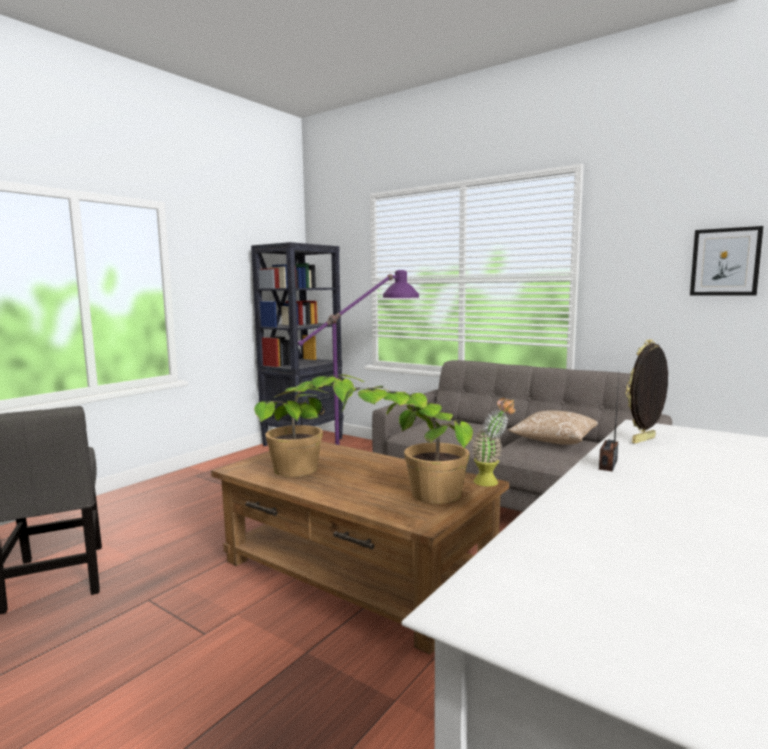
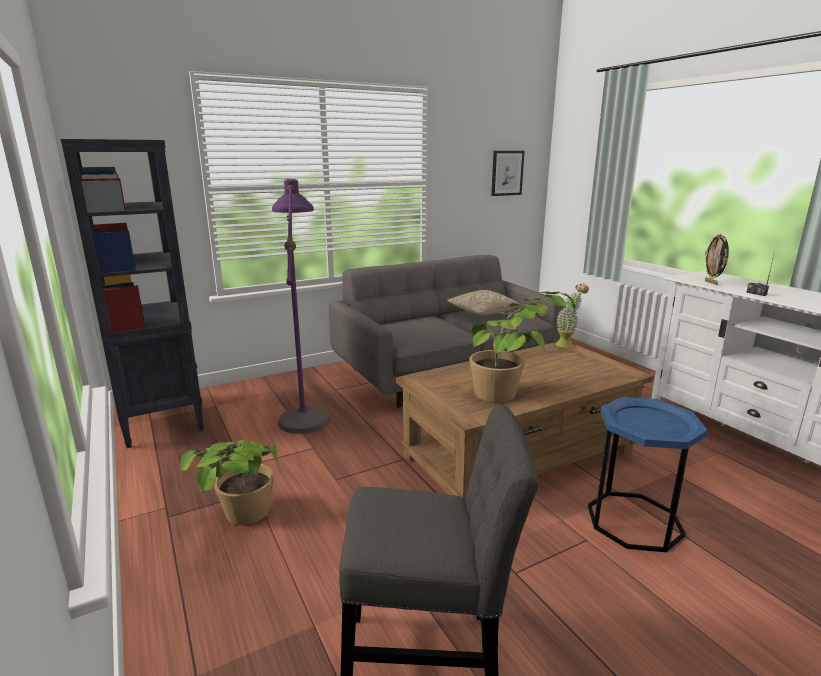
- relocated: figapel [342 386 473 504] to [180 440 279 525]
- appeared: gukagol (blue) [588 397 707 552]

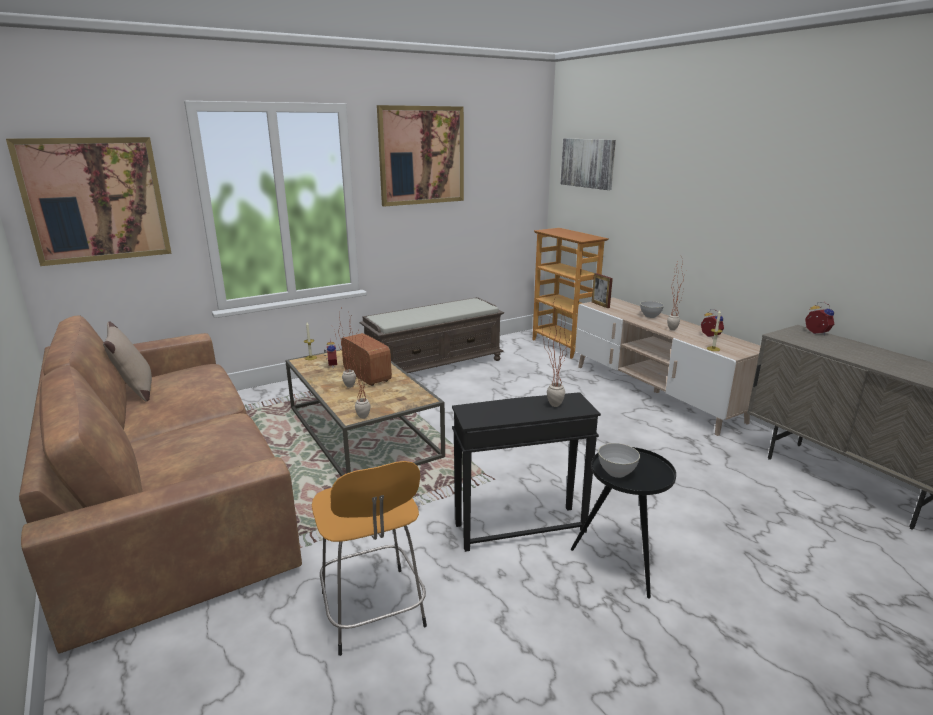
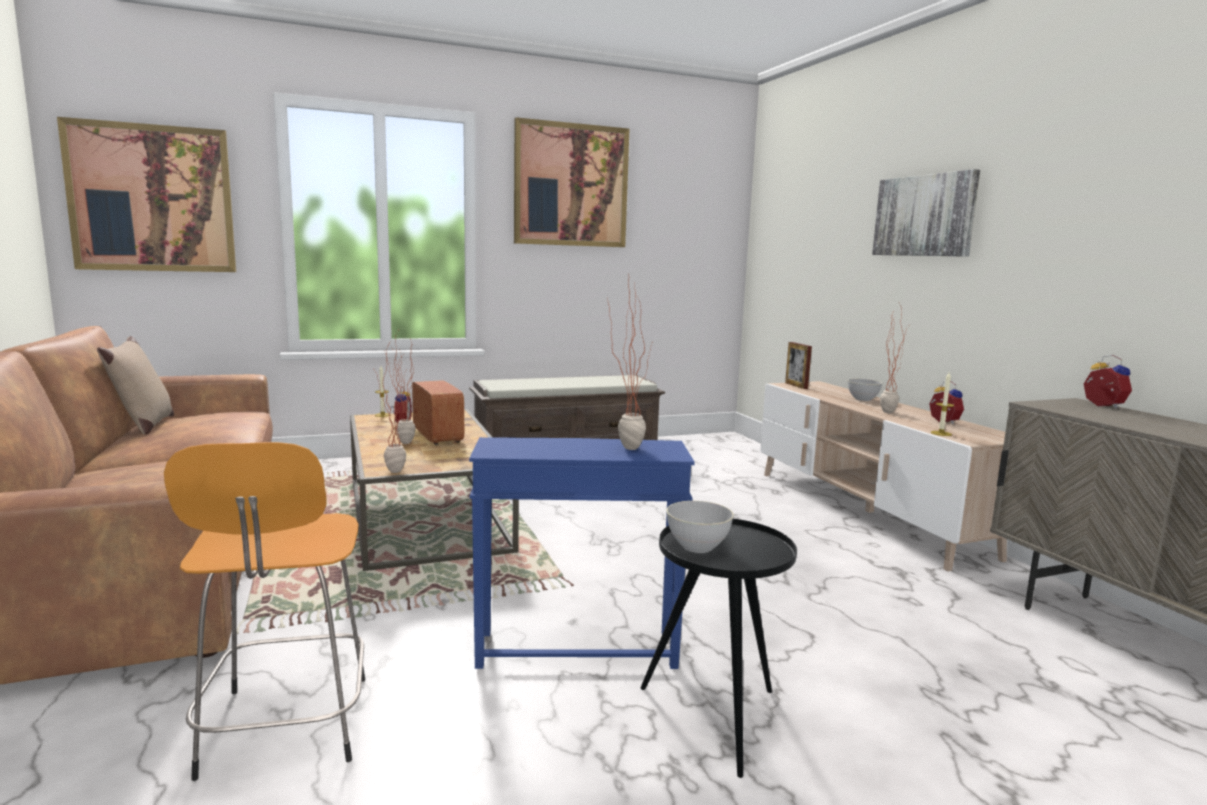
- colour: gukagol (black) [452 392 601 552] to gukagol (blue) [469 437 695 669]
- missing: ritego [533 228 609 359]
- relocated: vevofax [561 138 616 190] to [872 169 980 257]

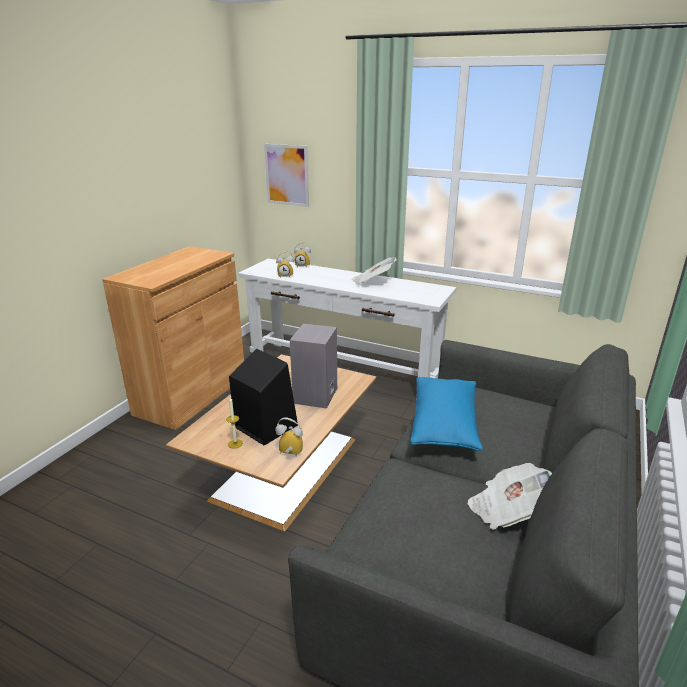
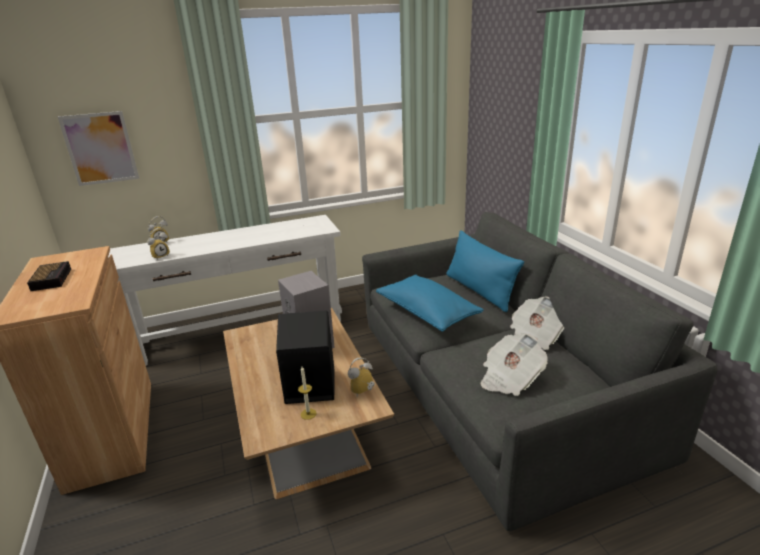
- relocated: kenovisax [352 257 397 285] to [480 334 548 396]
- appeared: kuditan [27 261 71 291]
- appeared: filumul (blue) [446 230 524 312]

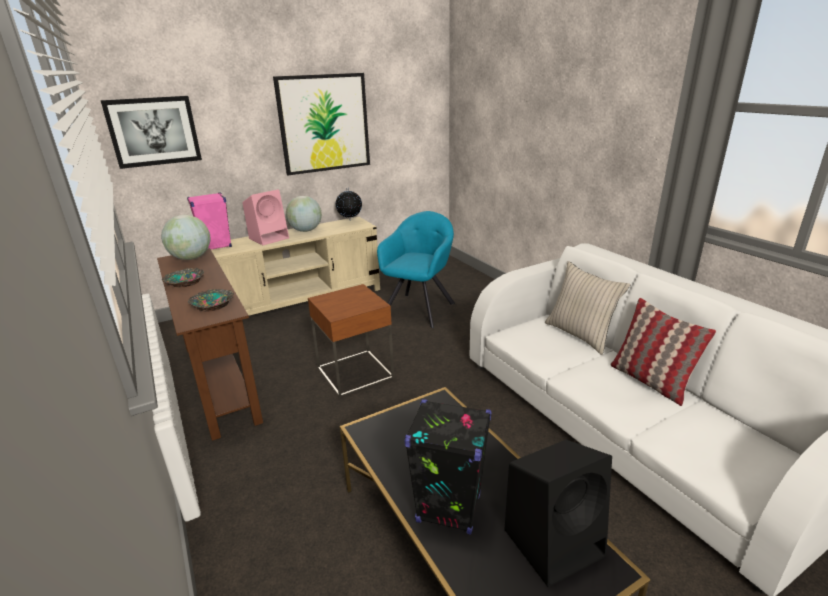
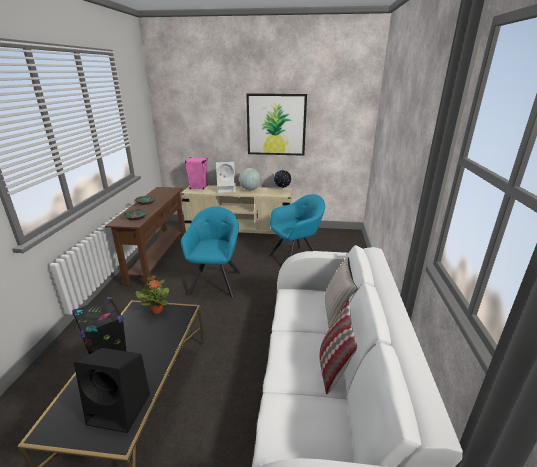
- missing: vevofax [101 96 202 169]
- missing: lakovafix [161 215 211 260]
- colour: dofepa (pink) [242 189 289 245] to dofepa (white) [216 162 236 193]
- exchanged: gukagol (brown) [308 284 394 397] to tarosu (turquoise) [181 206 241 298]
- appeared: figapel [136 275 169 314]

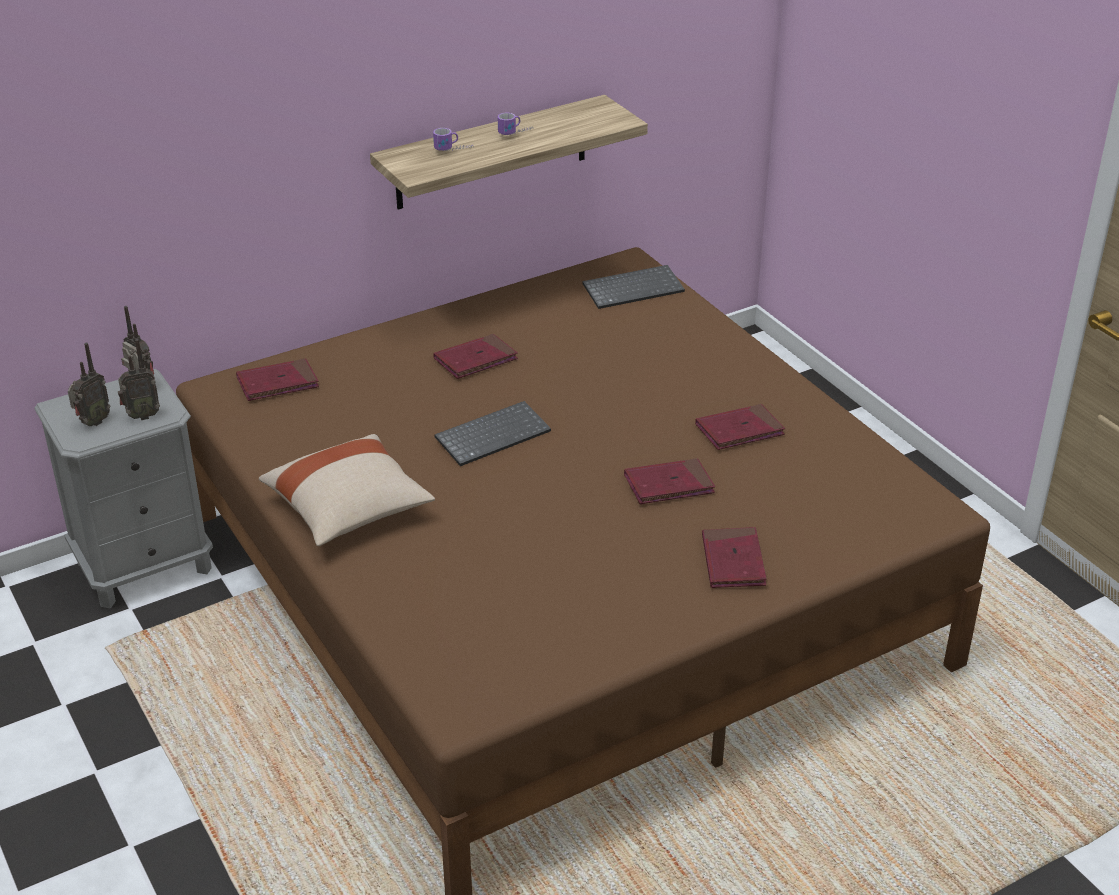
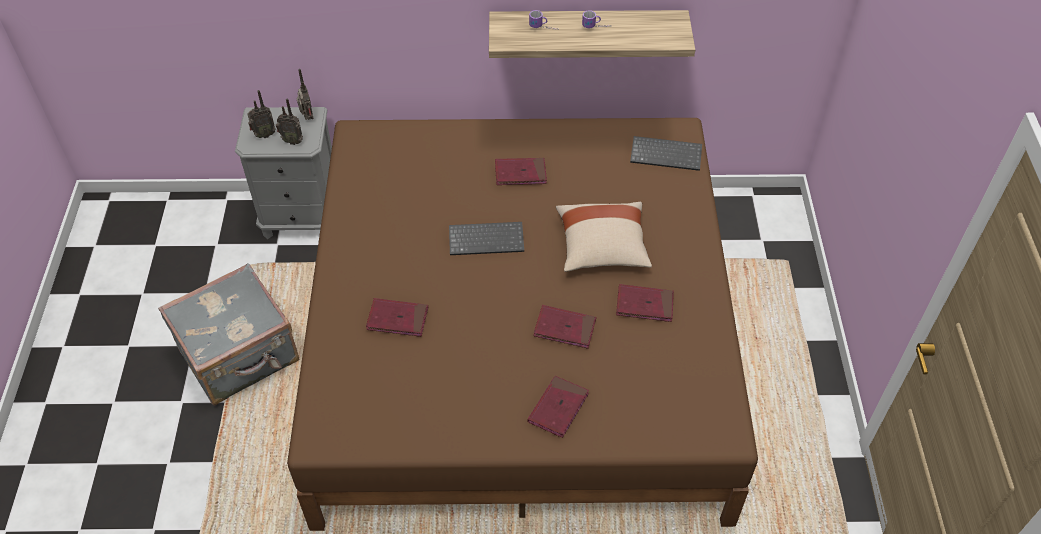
- relocated: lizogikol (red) [236 358 319 401] to [366 298 428 337]
- relocated: filumul (beige) [259 434 435 546] to [556 202 652 272]
- appeared: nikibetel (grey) [158 263 299 406]

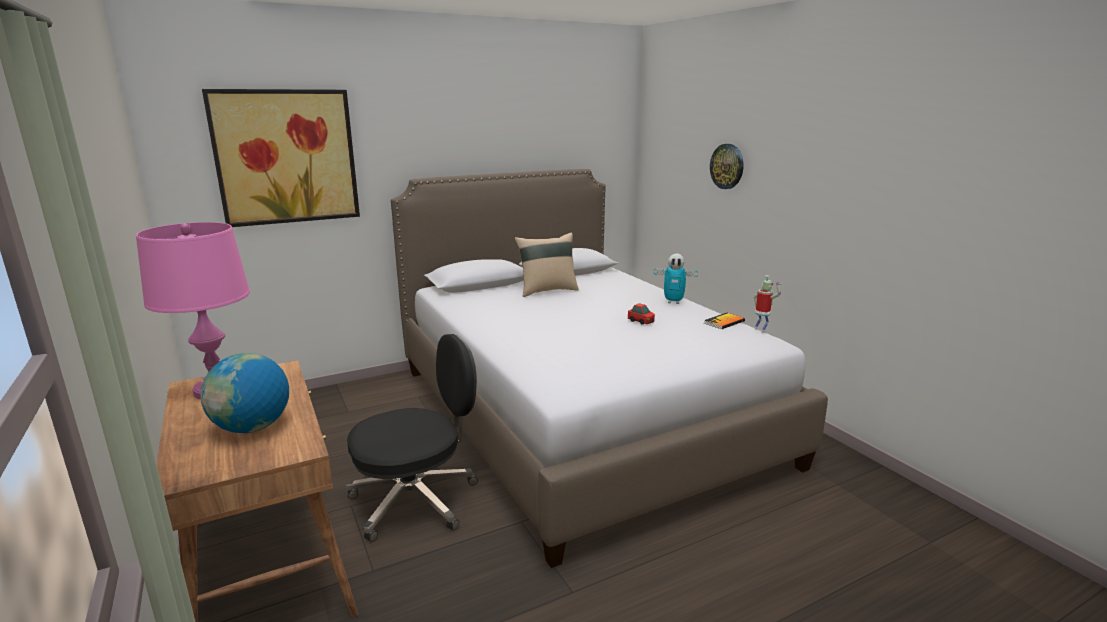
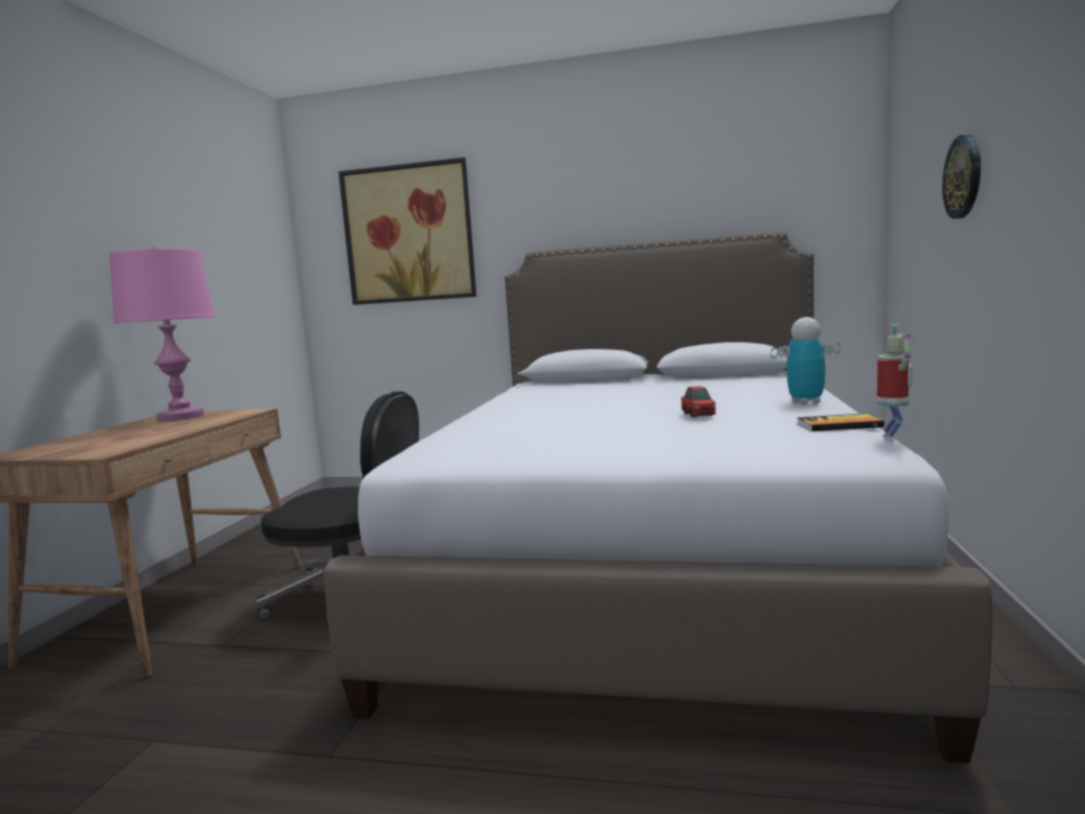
- missing: lakovafix [200 353 289 433]
- missing: filumul (beige) [515 232 579 297]
- spun: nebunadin [654 253 698 304] = [771 317 840 404] 120 degrees clockwise

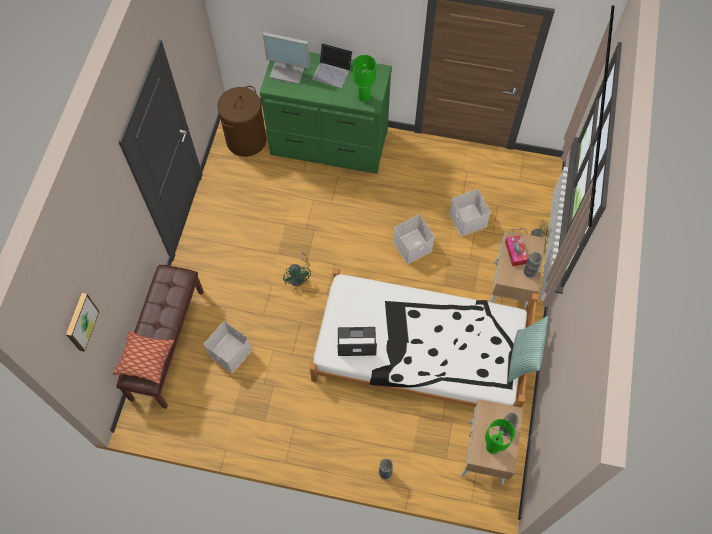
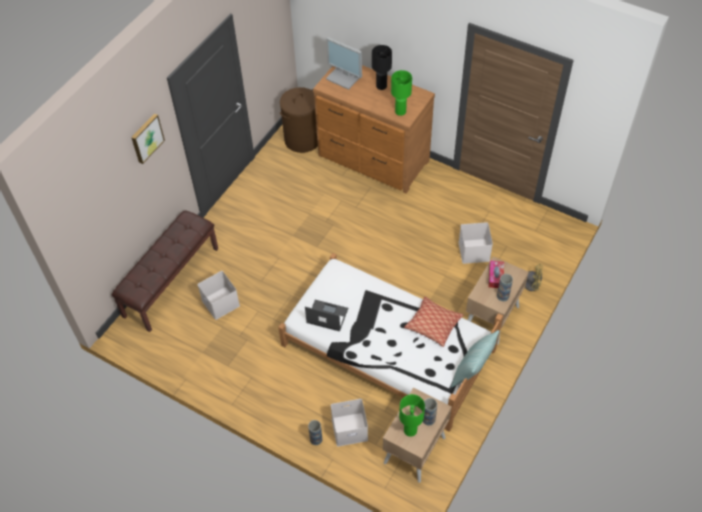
- relocated: vevofax [66 293 100 352] to [131 113 165 164]
- relocated: filumul [113 331 174 384] to [404 297 463 347]
- colour: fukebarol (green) [260 52 392 174] to fukebarol (brown) [313 65 435 193]
- missing: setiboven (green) [283 253 311 286]
- exchanged: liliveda [312 43 353 88] to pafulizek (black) [372 45 392 90]
- relocated: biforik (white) [393 215 435 264] to [331 399 368 446]

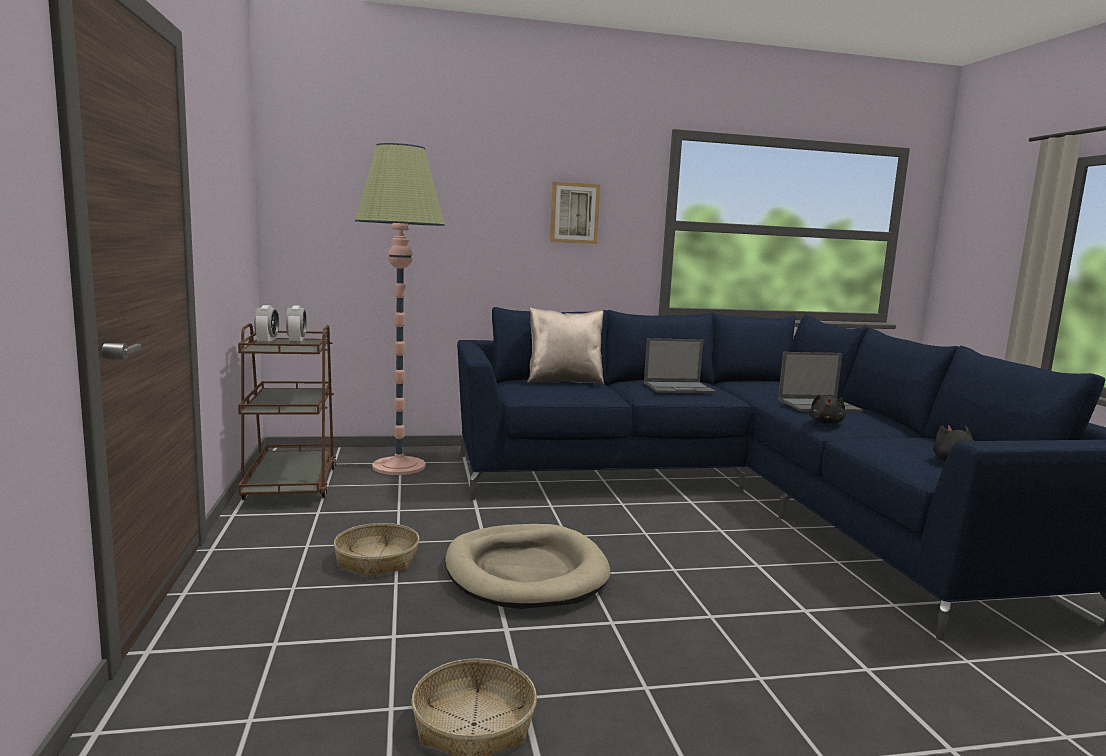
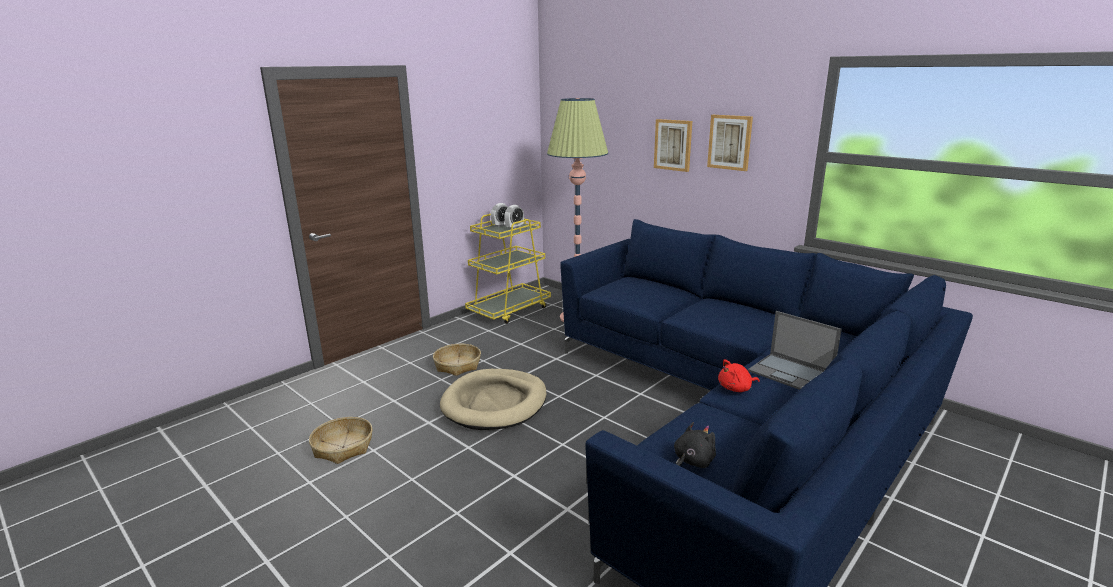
- colour: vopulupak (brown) [238 323 337 500] to vopulupak (yellow) [465 214 551 324]
- missing: filumul (beige) [527 308 604 385]
- missing: liliveda [644 338 716 393]
- colour: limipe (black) [809 394 846 424] to limipe (red) [718 359 760 392]
- appeared: vevofax [654 119 692 172]

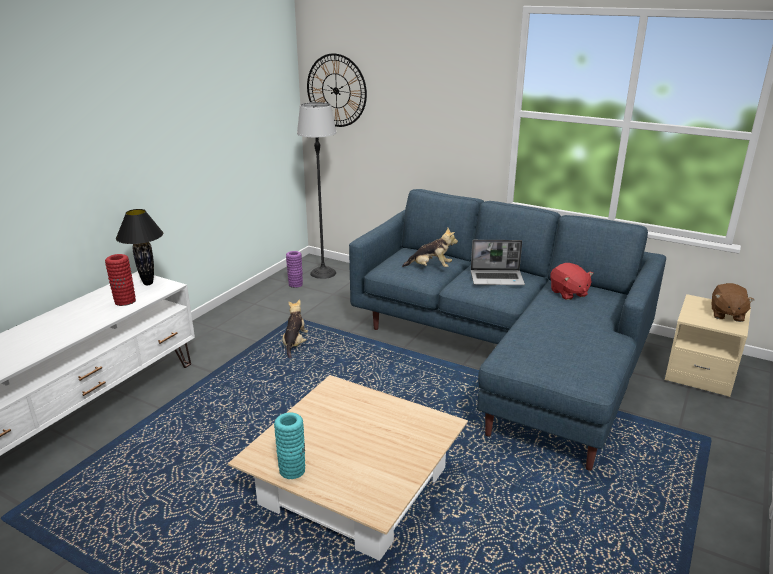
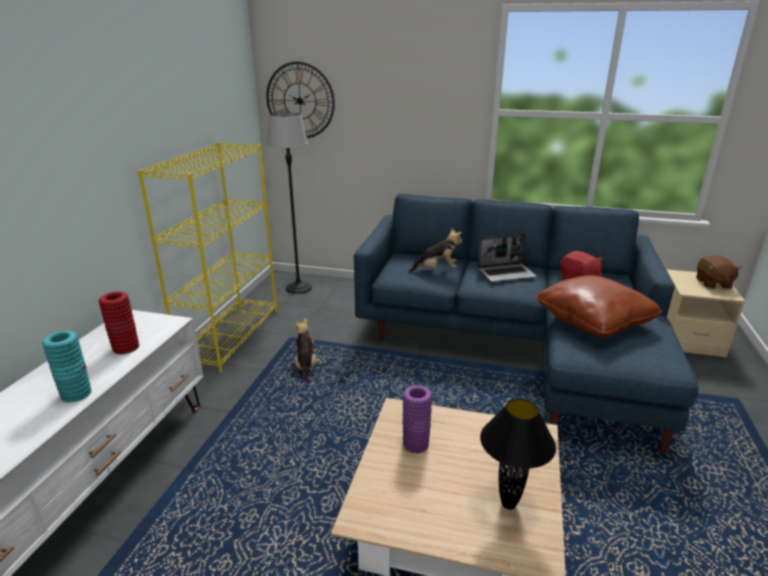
- relocated: pafulizek (black) [116 209 163 285] to [480 399 556 510]
- relocated: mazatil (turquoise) [274 412 305 479] to [42 331 92 403]
- relocated: mazatil (purple) [286 251 303 288] to [402 385 432 453]
- appeared: ritego (yellow) [137 142 277 373]
- appeared: filumul (brown) [535 275 662 337]

